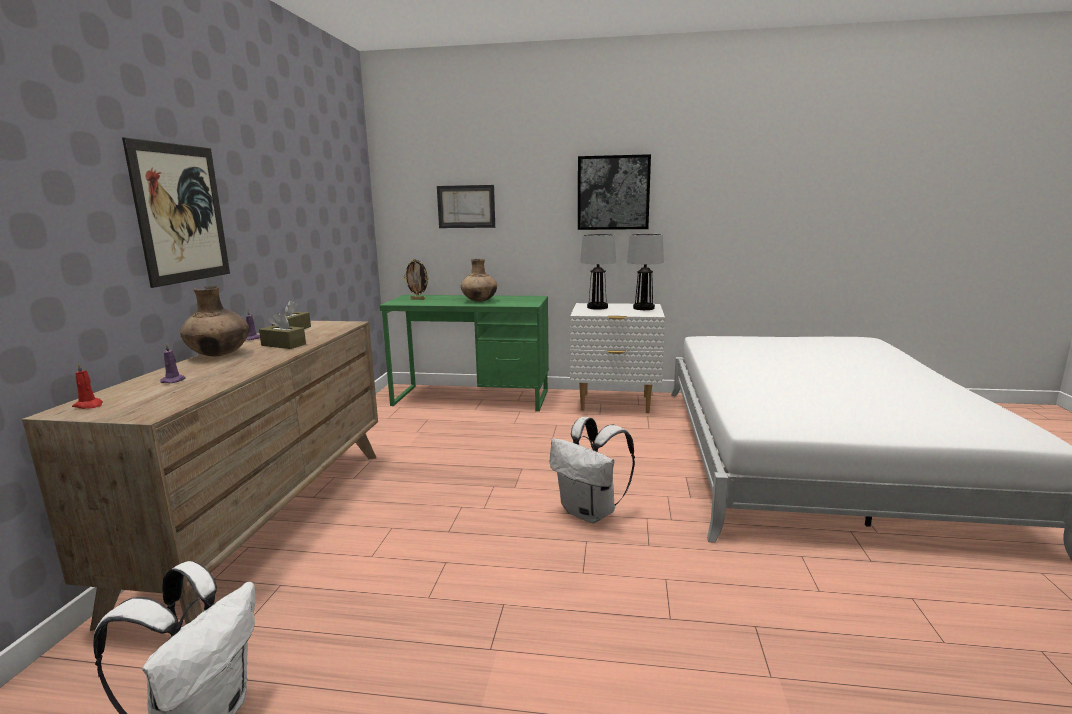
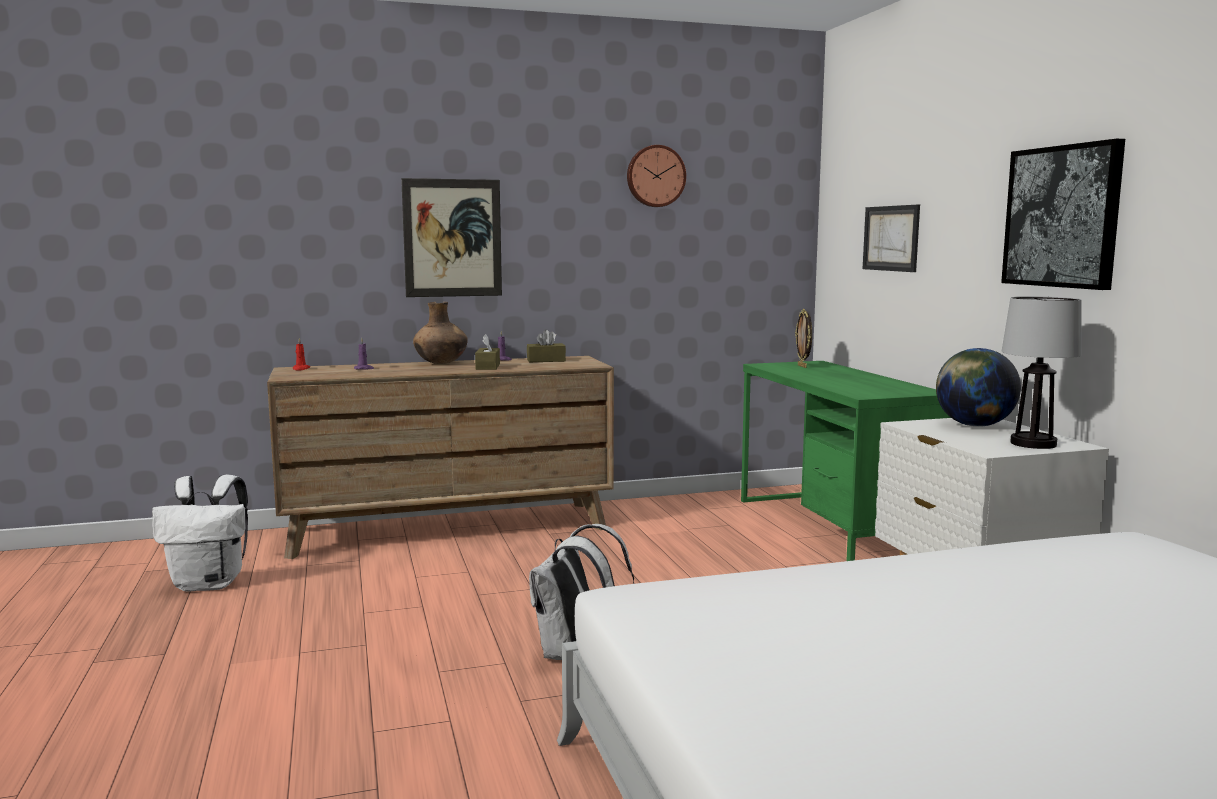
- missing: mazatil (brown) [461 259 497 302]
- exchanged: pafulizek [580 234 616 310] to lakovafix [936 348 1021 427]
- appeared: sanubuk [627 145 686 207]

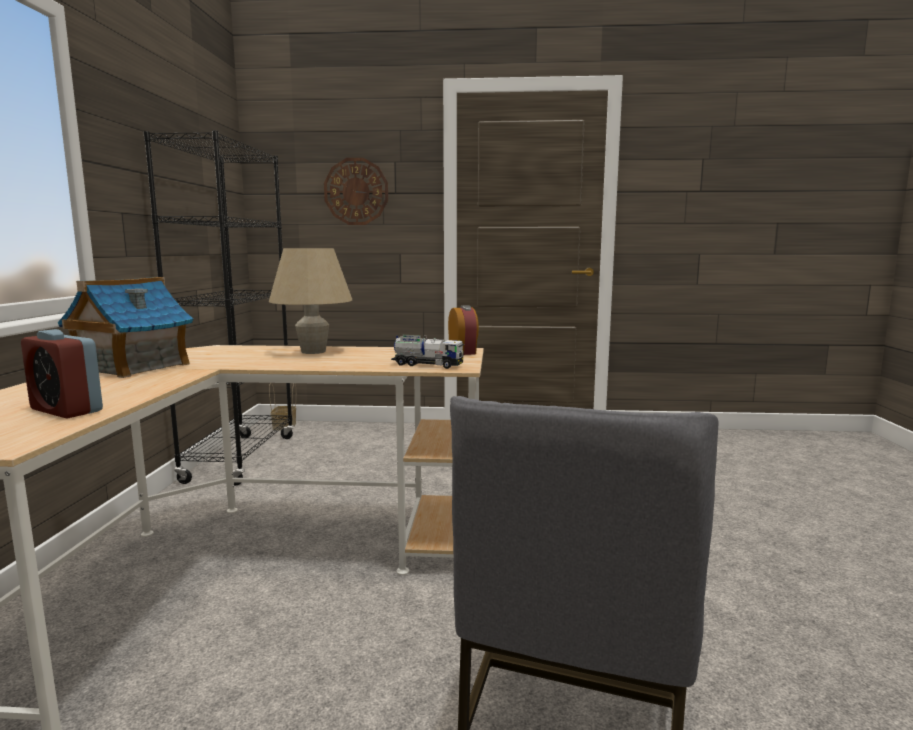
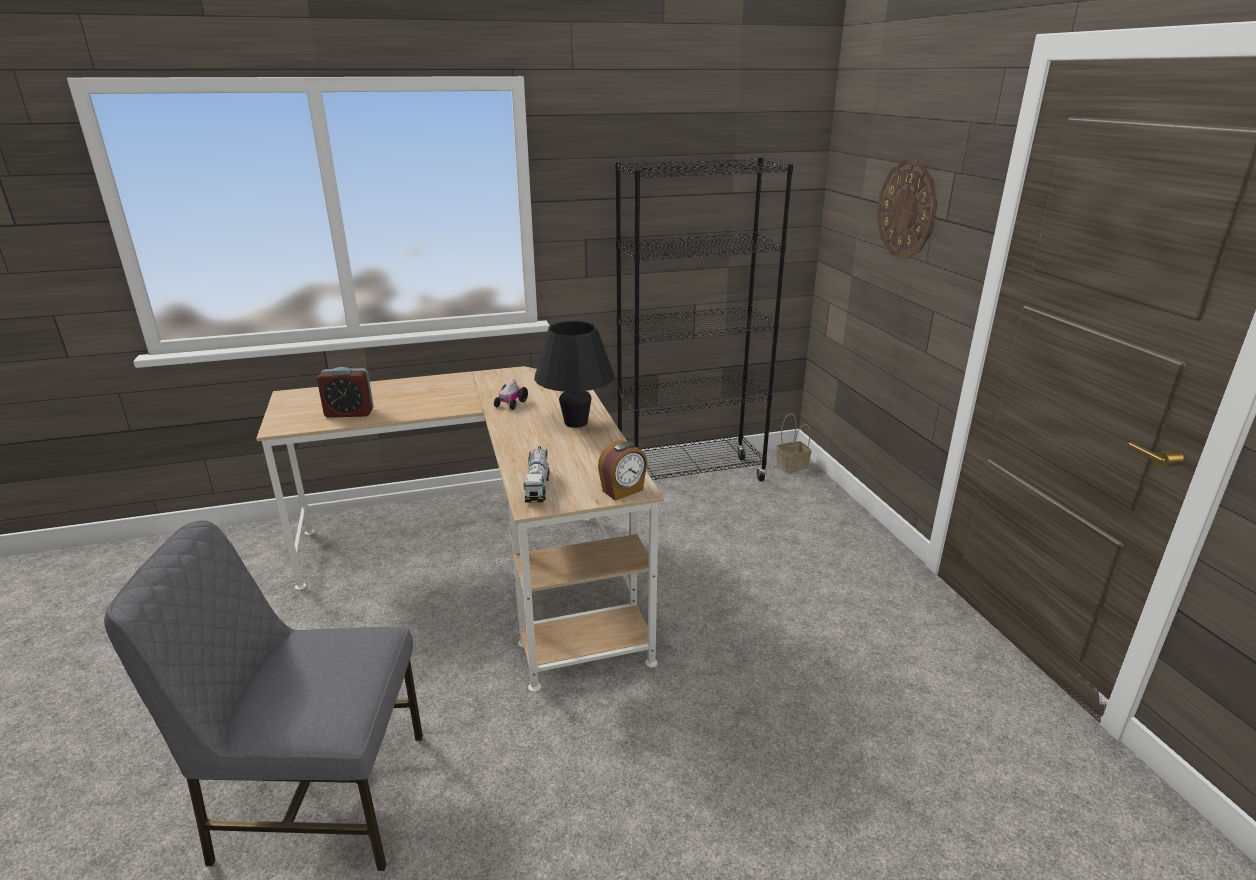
- spun: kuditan [21 329 103 419] = [317 367 374 418] 105 degrees counterclockwise
- missing: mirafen [58 277 193 378]
- colour: pafulizek (beige) [269 248 352 354] to pafulizek (black) [534 321 614 428]
- appeared: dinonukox [494 380 528 410]

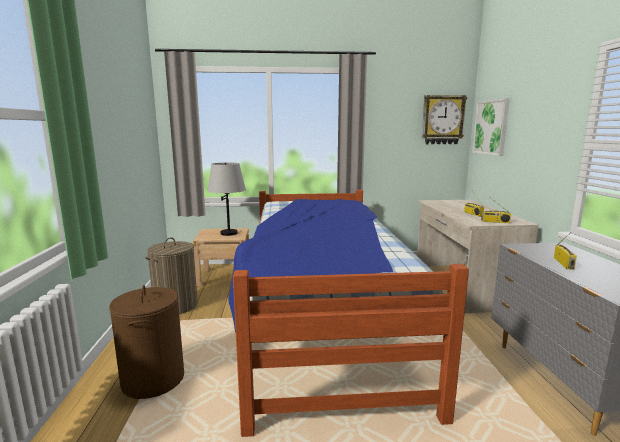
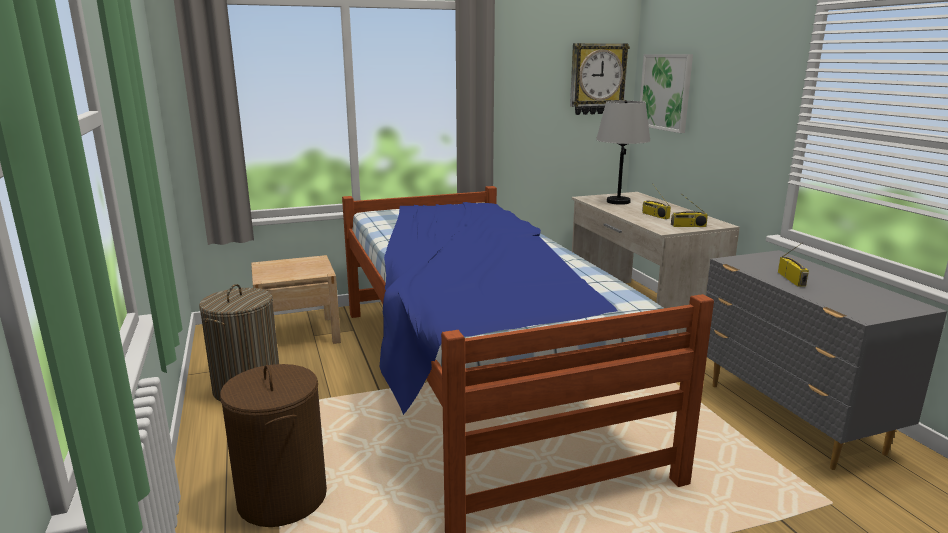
- relocated: pafulizek (grey) [208 162 246 236] to [596 101 650 205]

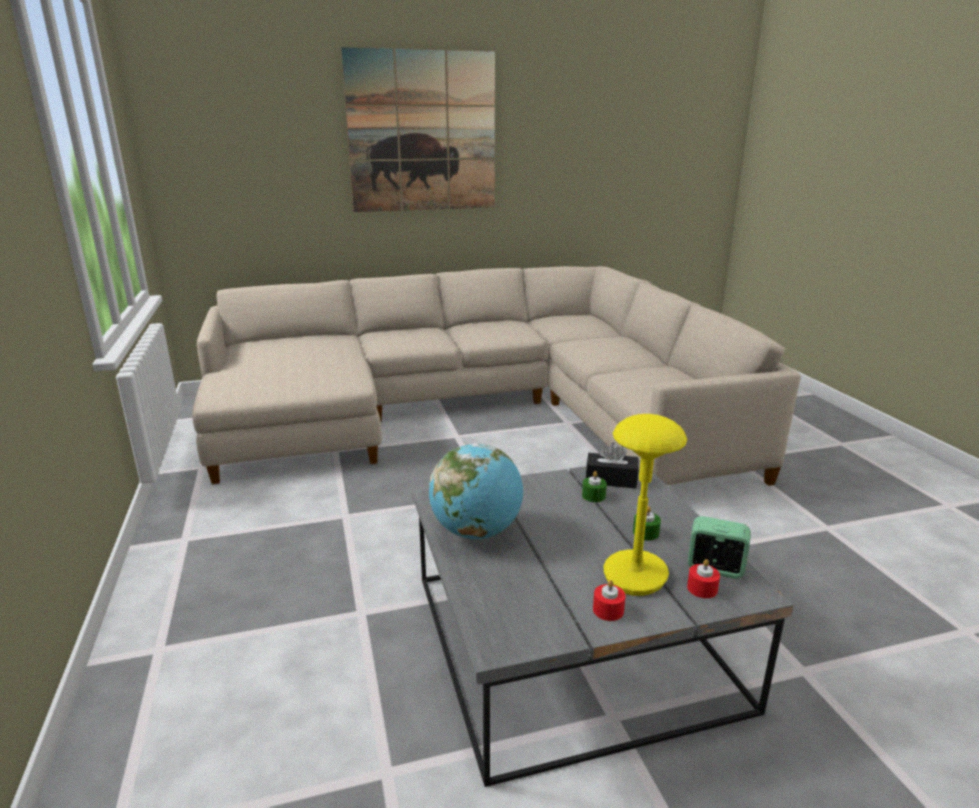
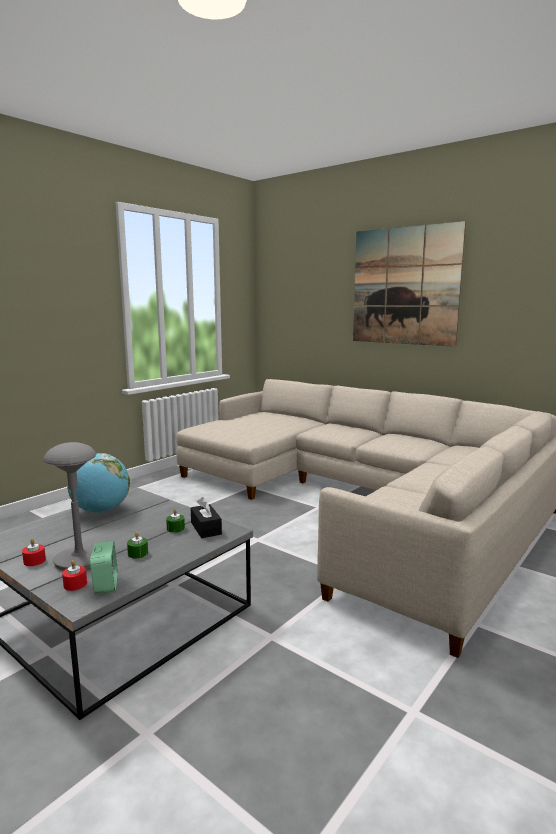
- colour: pafulizek (yellow) [603 414 687 596] to pafulizek (grey) [43 442 96 571]

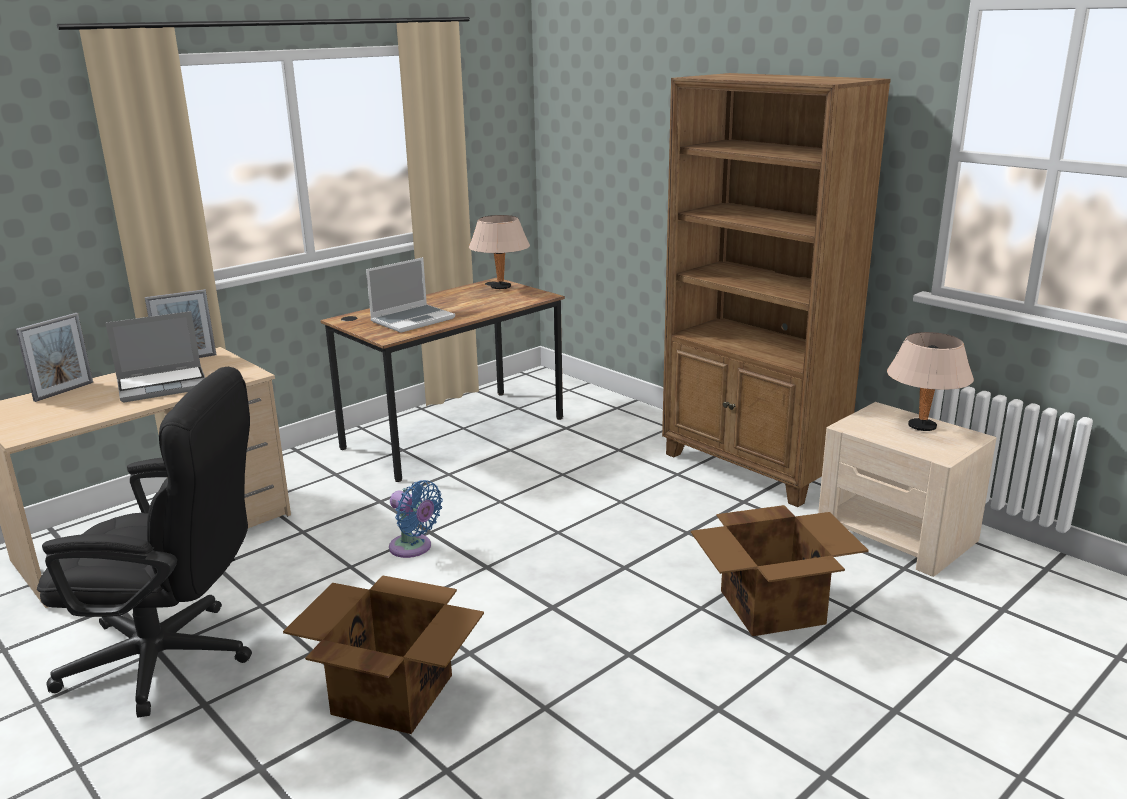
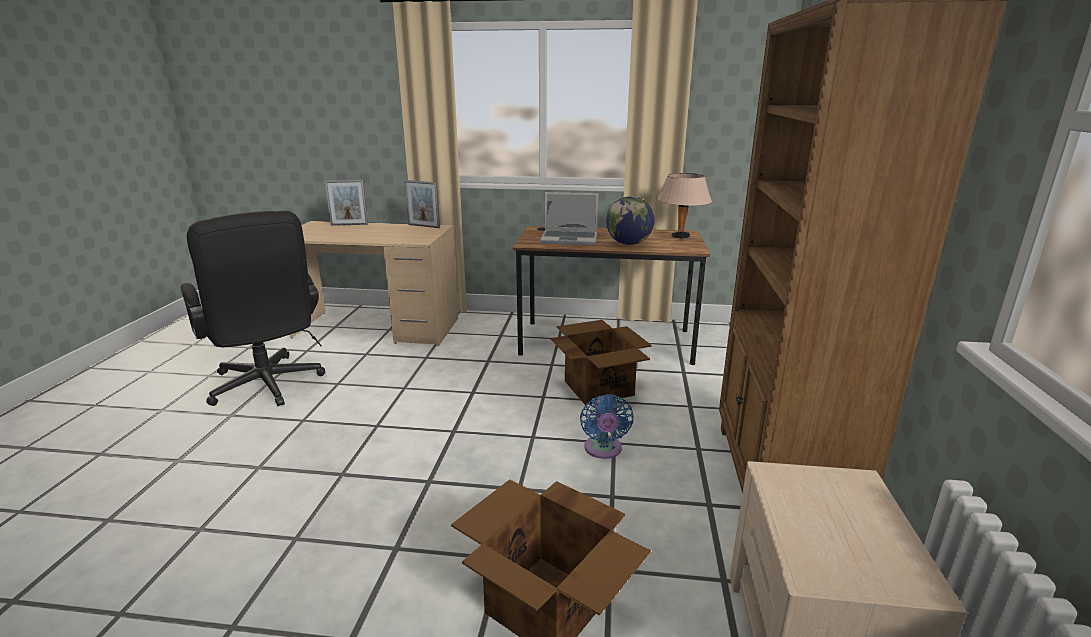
- missing: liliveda [105 311 205 403]
- relocated: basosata [283 575 484 734] to [551 320 652 405]
- relocated: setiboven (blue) [389 480 443 558] to [580 394 633 459]
- missing: pafulizek (beige) [887 332 974 431]
- appeared: lakovafix [606 196 654 245]

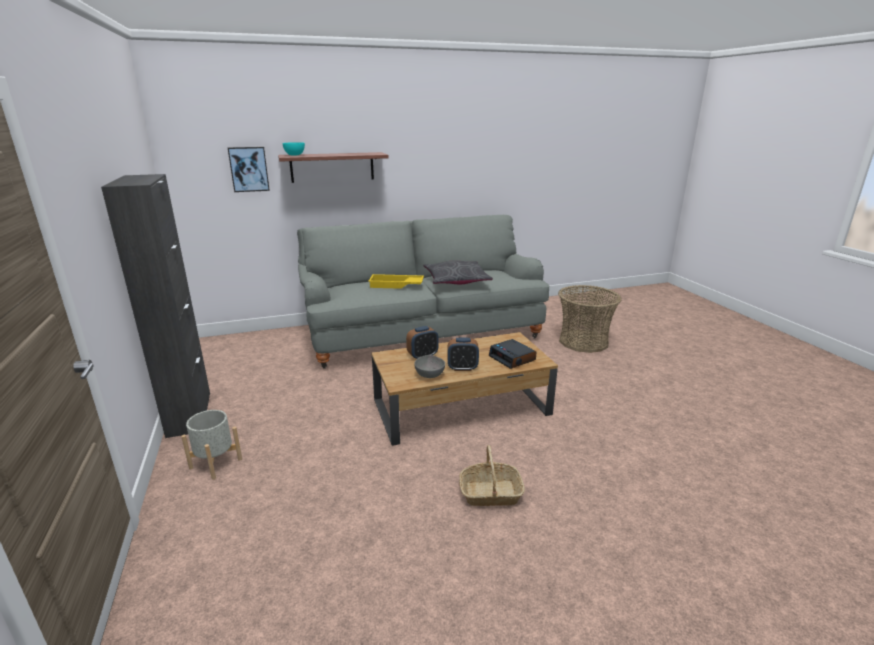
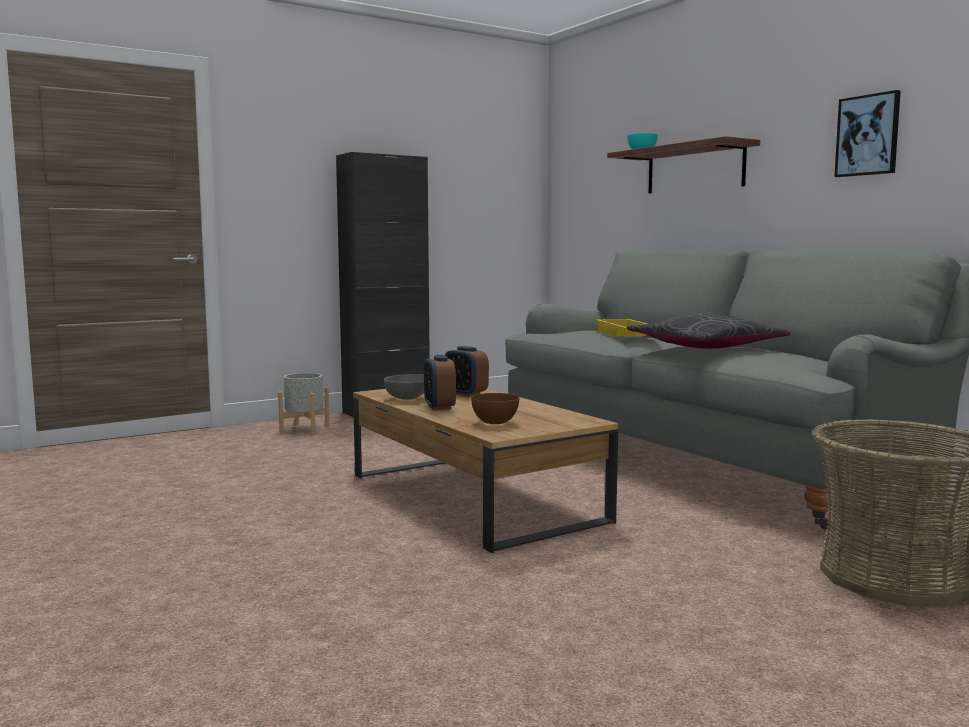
- relocated: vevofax [228 147 270 192] to [834 90 901 177]
- missing: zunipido [459 445 525 506]
- exchanged: kuditan [489 339 537 369] to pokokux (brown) [471 393 519 424]

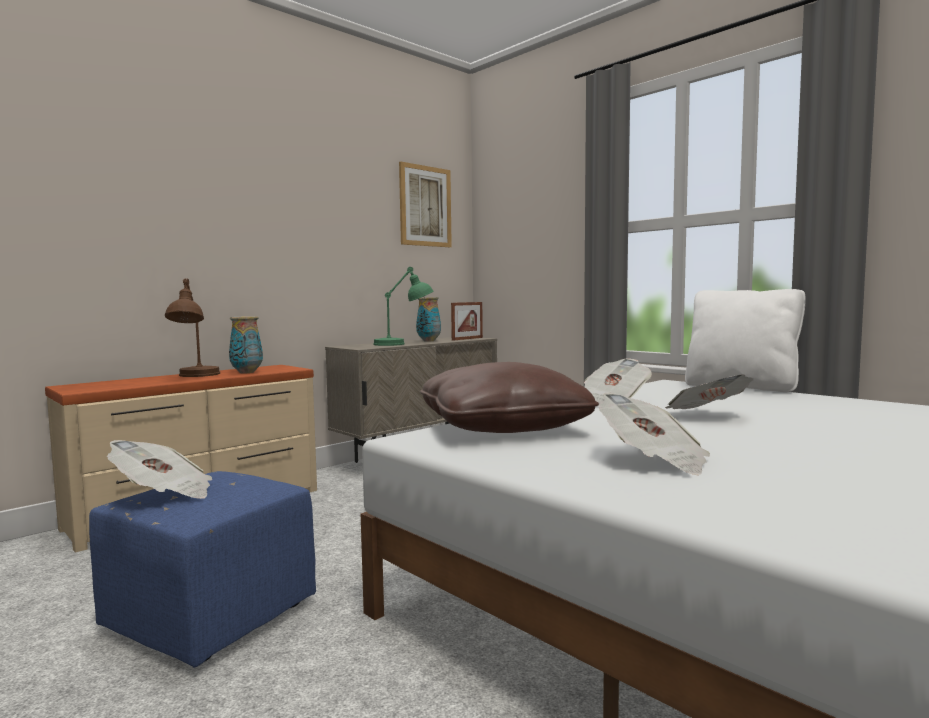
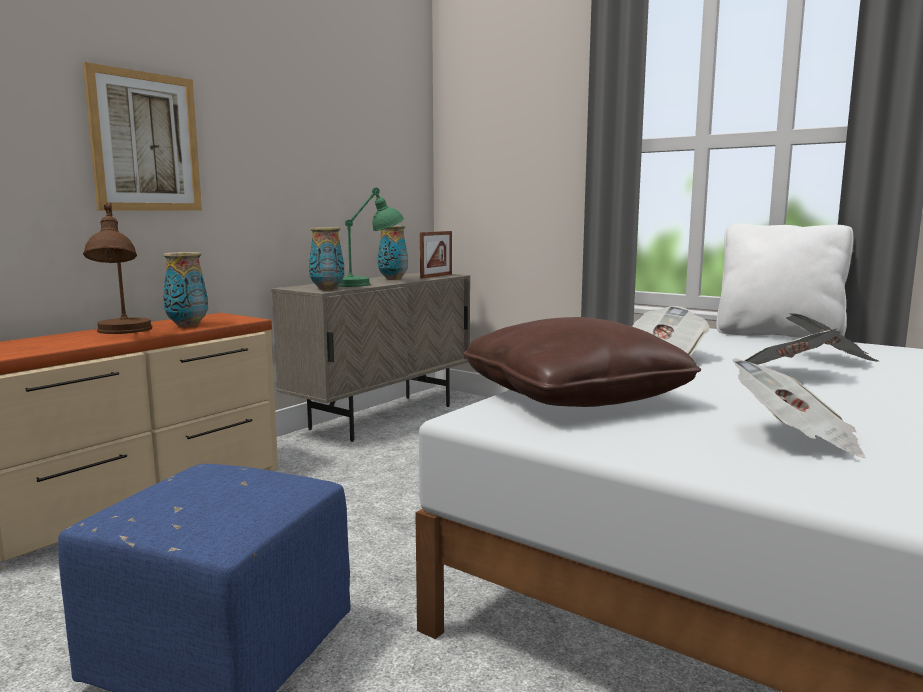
- relocated: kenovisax [107 440 212 499] to [786 313 878 361]
- relocated: vevofax [399 162 452 247] to [83 62 202 211]
- appeared: mazatil [309 227 344 290]

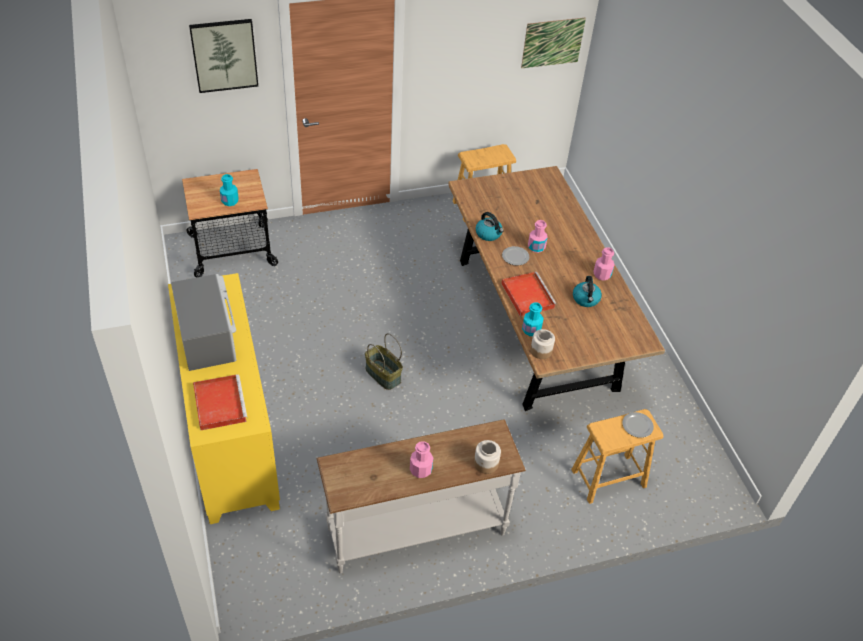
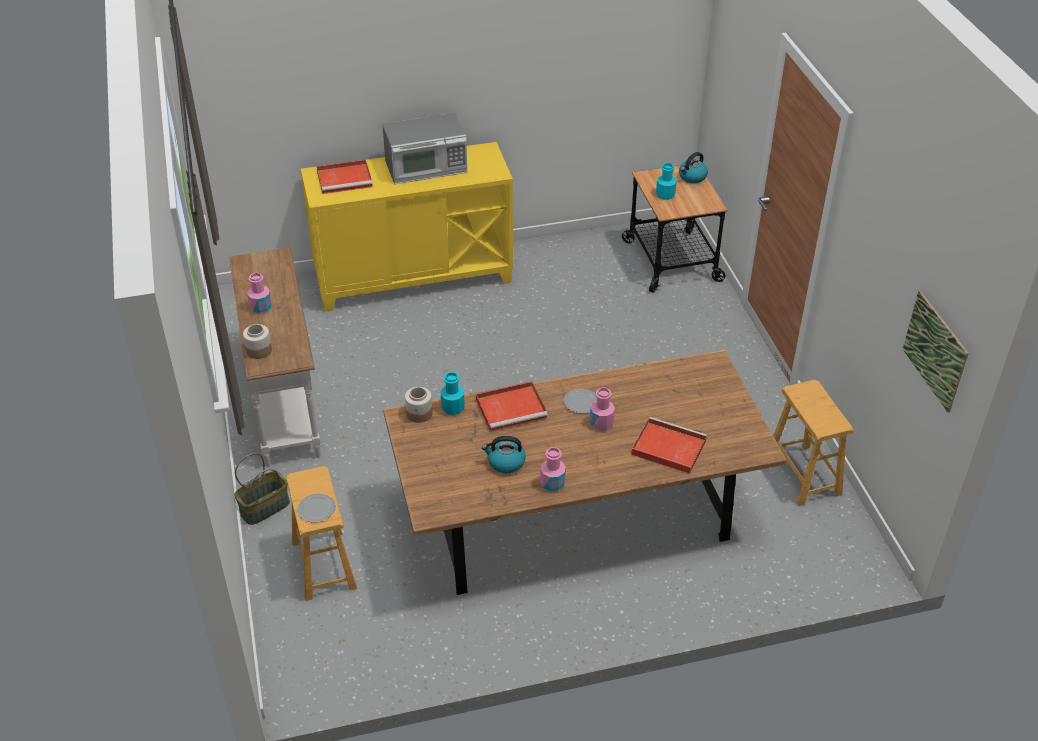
- missing: vevofax [189 19 258 93]
- relocated: zunipido [365 333 403 390] to [234 453 290 525]
- relocated: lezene [476 212 504 241] to [679 152 708 183]
- appeared: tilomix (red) [631 417 707 474]

